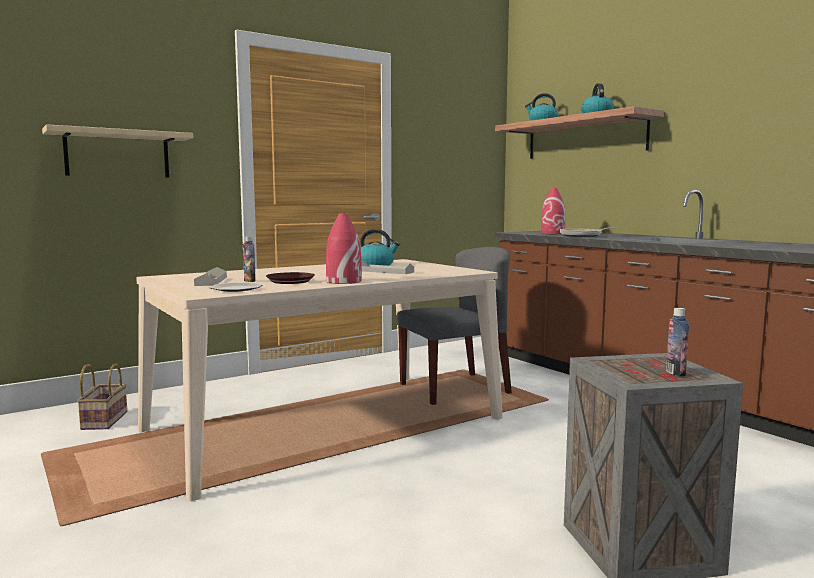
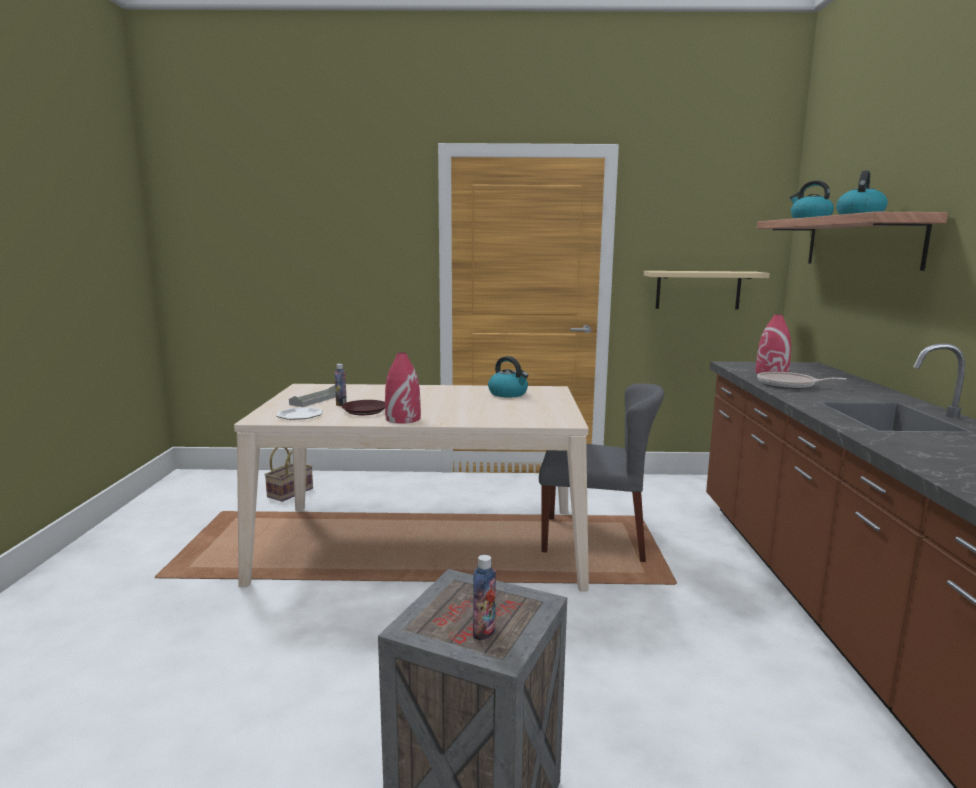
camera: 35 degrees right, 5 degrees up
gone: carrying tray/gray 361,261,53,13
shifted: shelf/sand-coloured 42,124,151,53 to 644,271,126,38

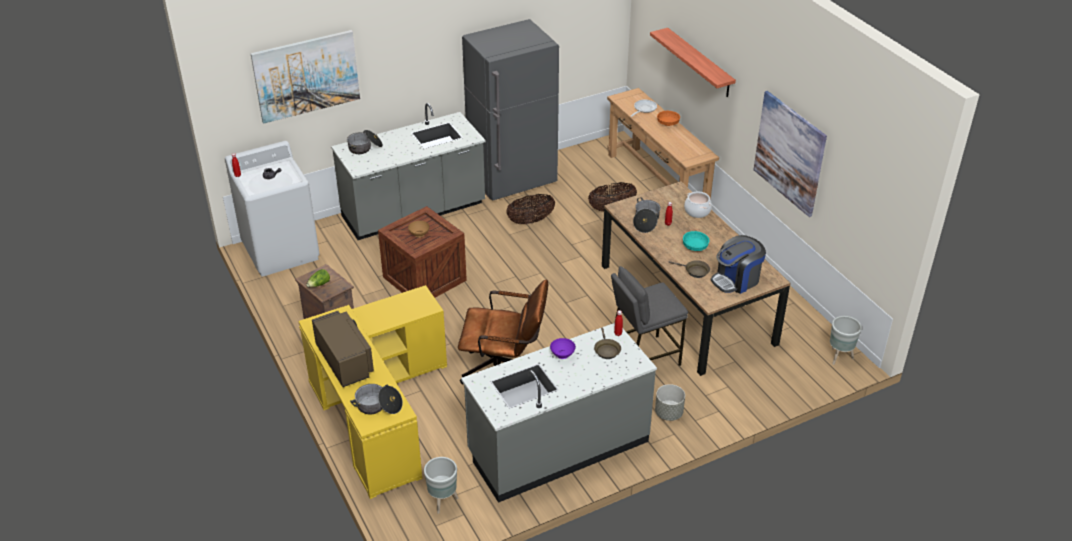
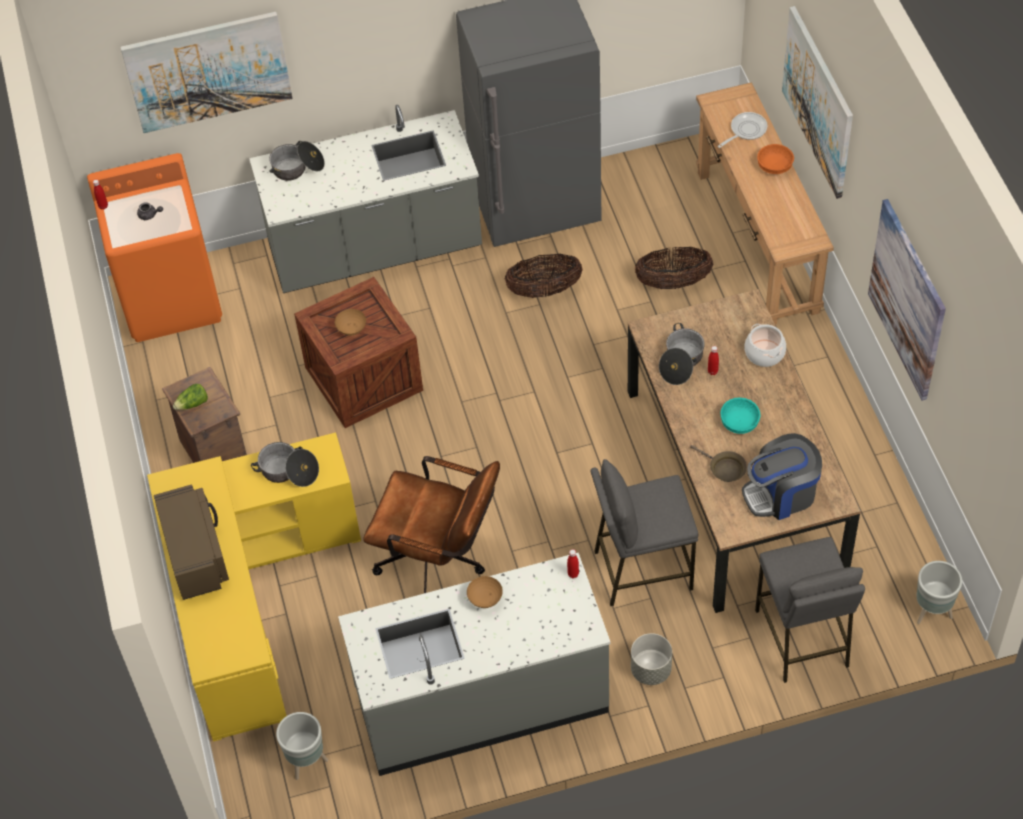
camera: 15 degrees right, 15 degrees up
gone: pan/brownish 594,328,27,31
new: stool/gray 755,537,110,146
shifted: saucepot 350,384,53,30 to 251,442,68,45
swapped: shelf 650,28,86,69 to wall picture 782,6,71,193
repainted: laundry appliance/white 225,141,95,136 to laundry appliance/orangey 87,153,135,189; deep dish/purple 550,338,26,21 to deep dish/brownish 467,576,36,32

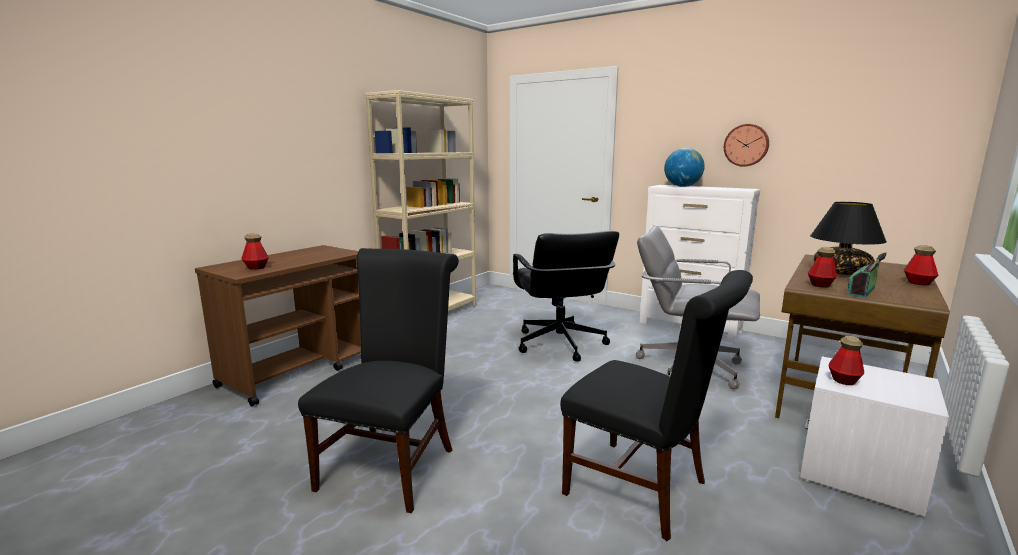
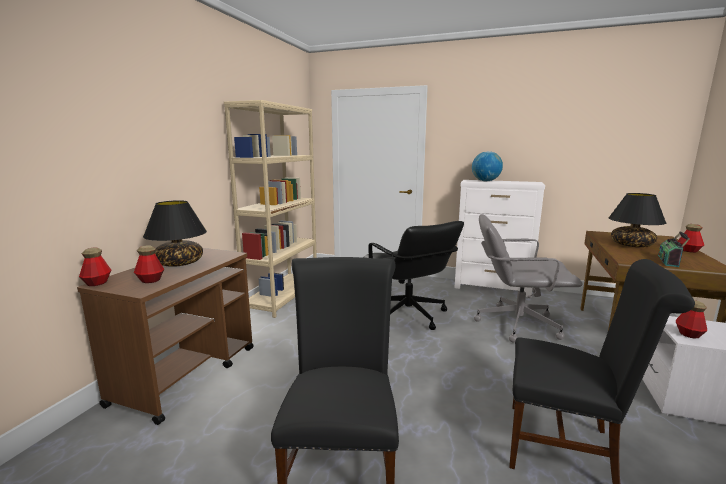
camera: 15 degrees left, 0 degrees up
gone: clock on the wall 724,124,45,43
new: lamp for a table/blackish 143,200,64,67
shifted: beverage bottle 808,247,29,41 to 79,247,32,39

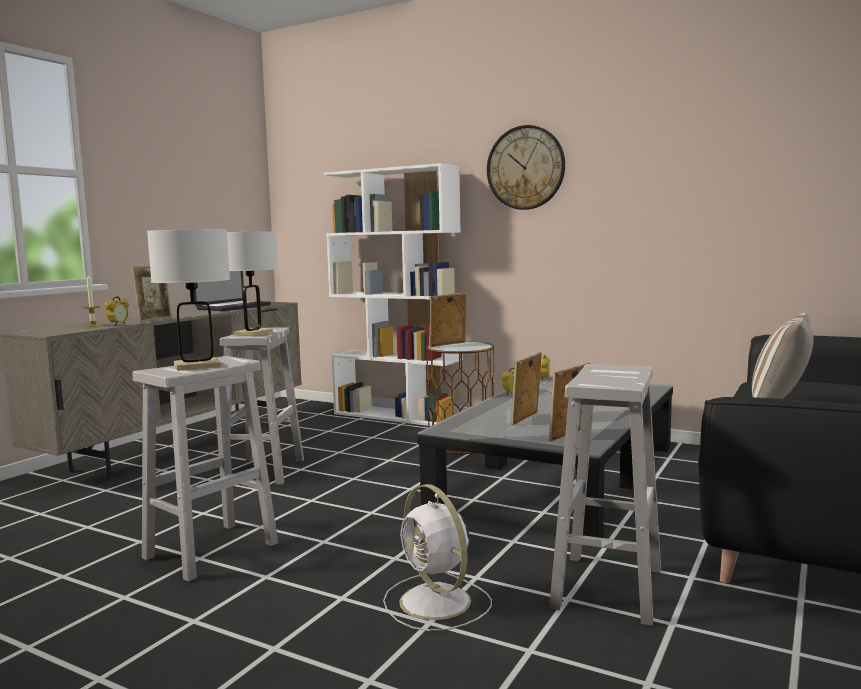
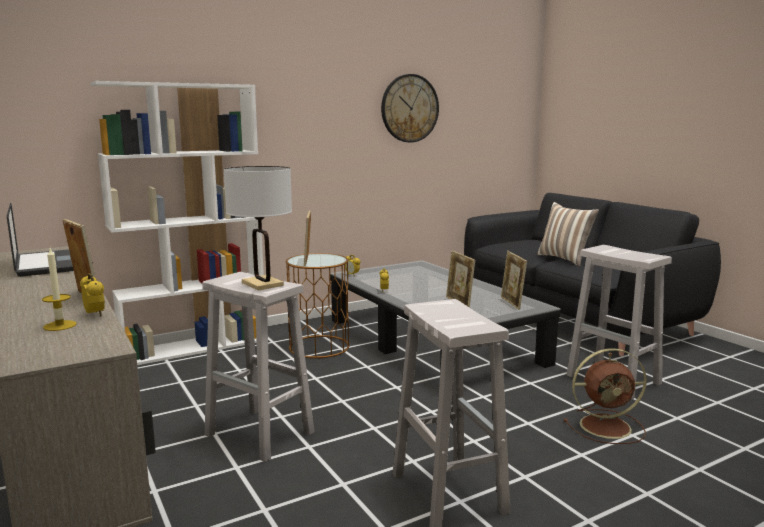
camera: 60 degrees left, 5 degrees up
gone: lamp for a table/white 147,229,83,142
shifted: clock on the wall 487,125,78,85 to 381,74,58,69
repainted: cooling fan/white 383,484,109,147 to cooling fan/brownish 564,348,83,96

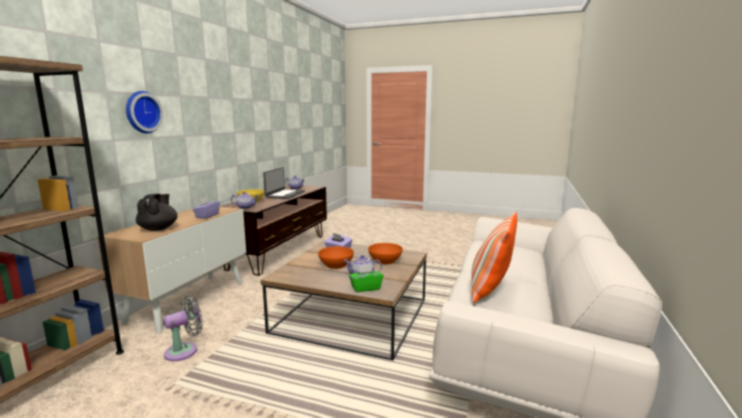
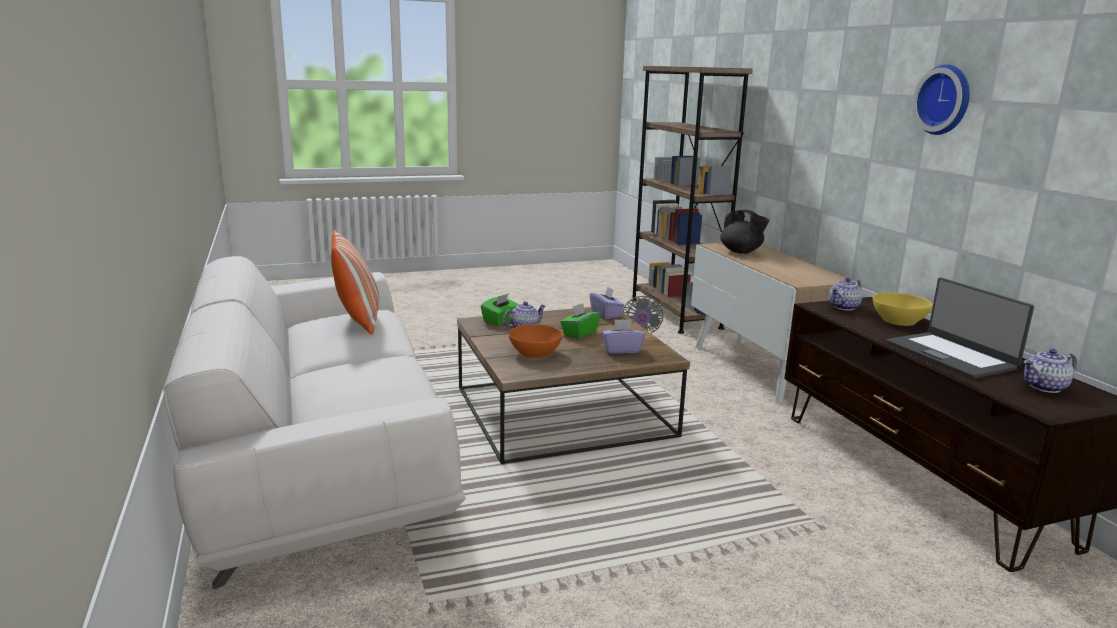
camera: 140 degrees right, 5 degrees up
shifted: clock on the wall 126,91,37,42 to 912,64,58,71; box of tissues/purple 193,197,27,22 to 590,287,34,32
swapped: deep dish/orangey 318,246,36,23 to box of tissues/green-coloured 561,303,40,36

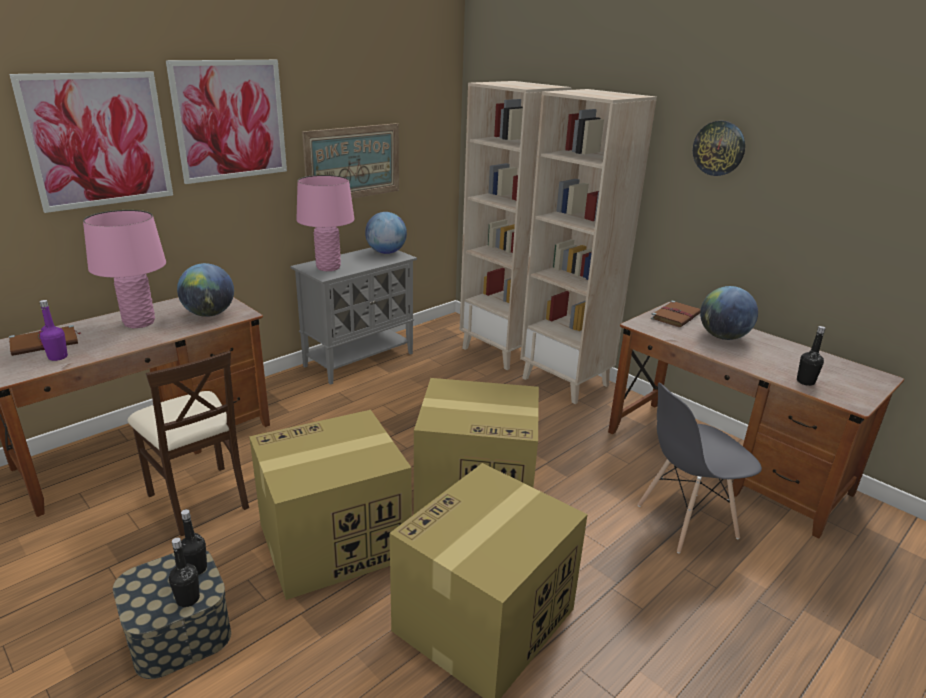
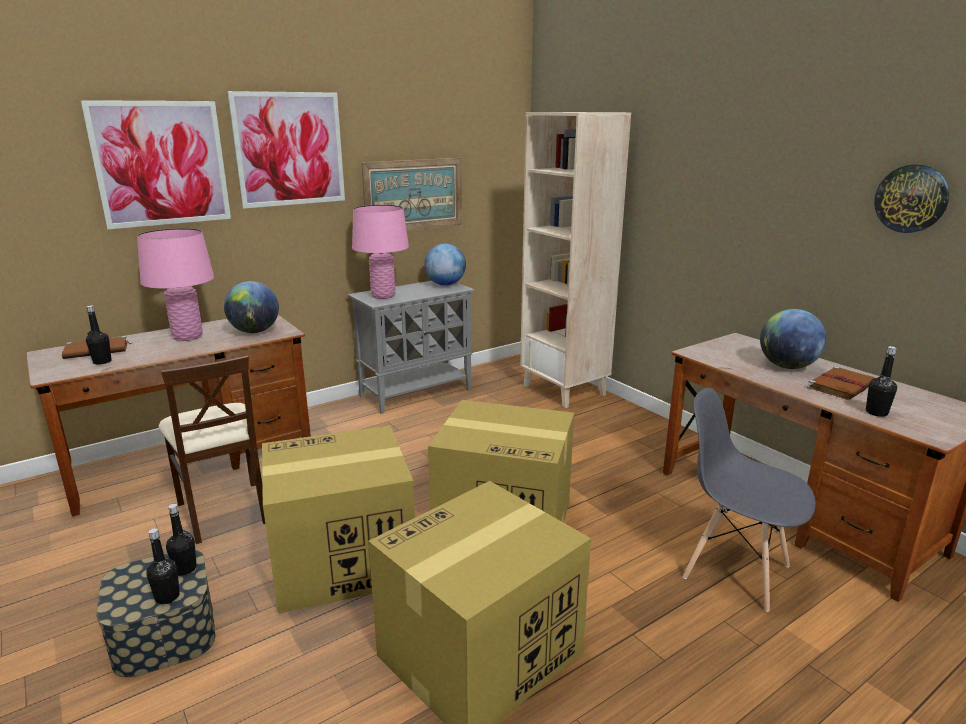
camera: 10 degrees right, 5 degrees down
gone: bookcase/sand-coloured 520,89,137,315
shifted: clock on the wall 693,121,52,55 to 874,164,75,69; bound book/brownish 651,301,50,26 to 807,366,68,34
repainted: beverage bottle/purple 39,300,29,61 to beverage bottle/blackish 86,305,26,60
rotated: plain chair/gray 637,382,125,171 = 683,388,133,224 45 degrees clockwise

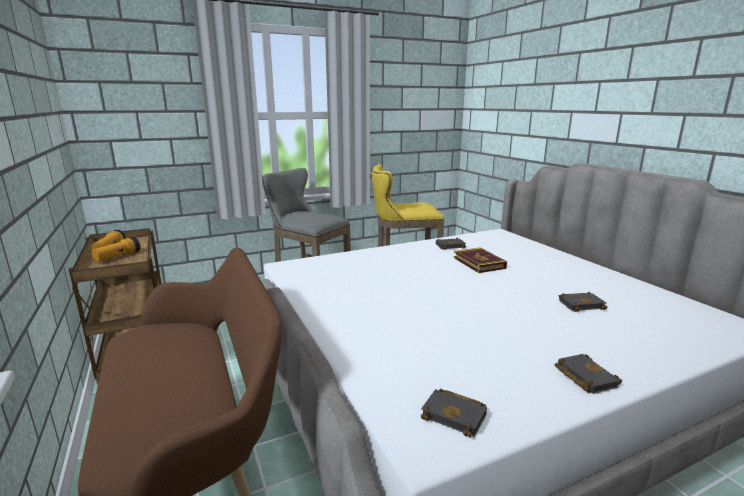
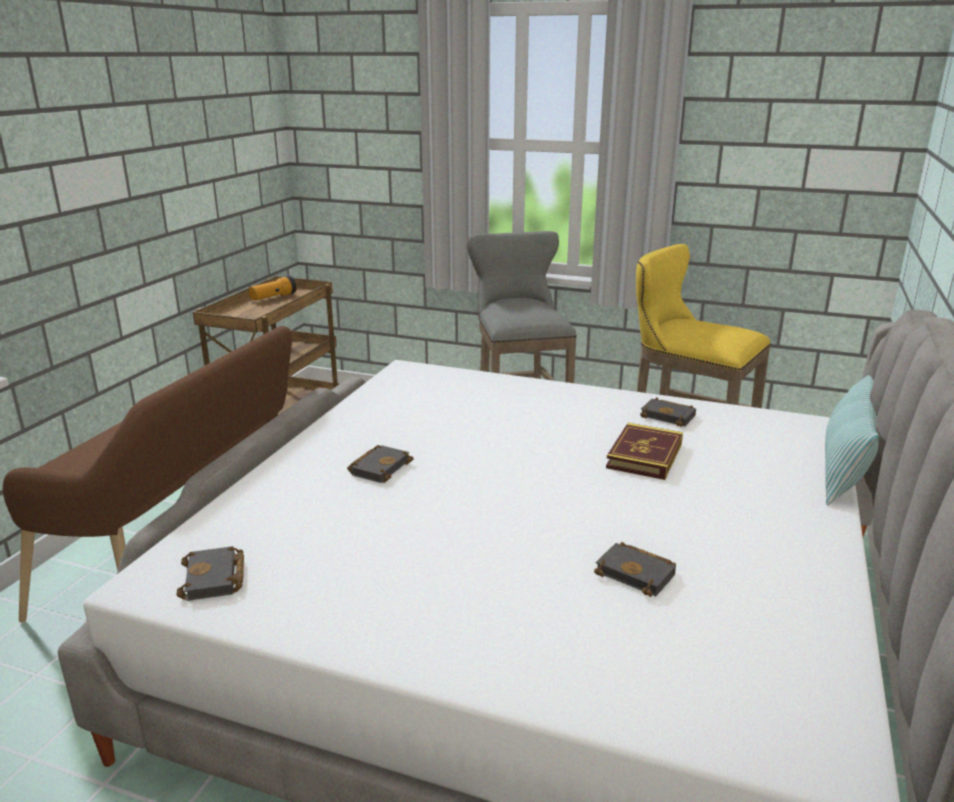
camera: 45 degrees right, 5 degrees up
gone: hand torch 92,237,48,25
new: throw pillow 825,375,54,130
shifted: bound book/blackish 554,354,68,40 to 347,445,67,38

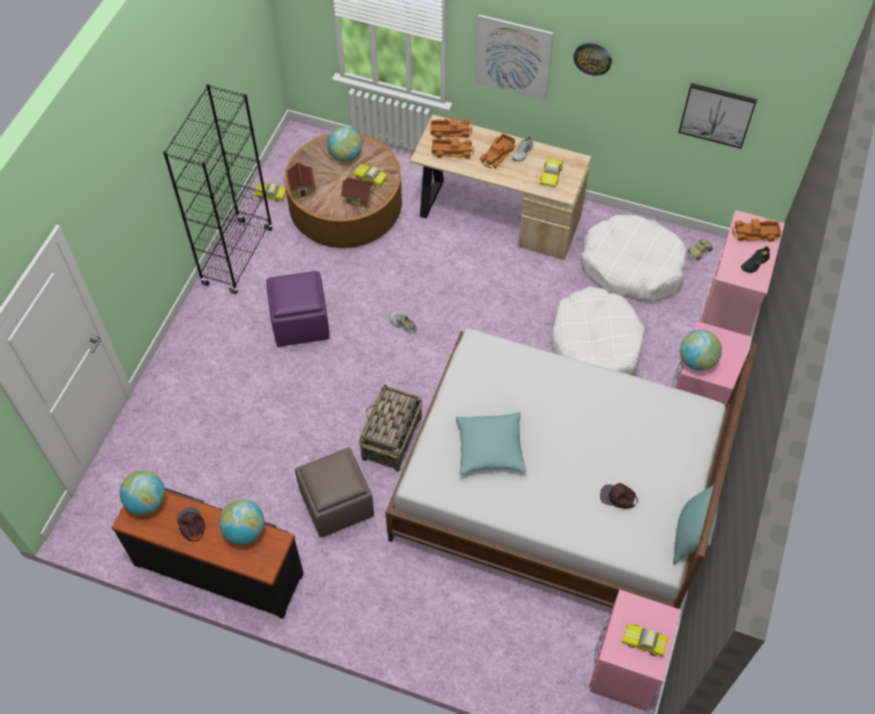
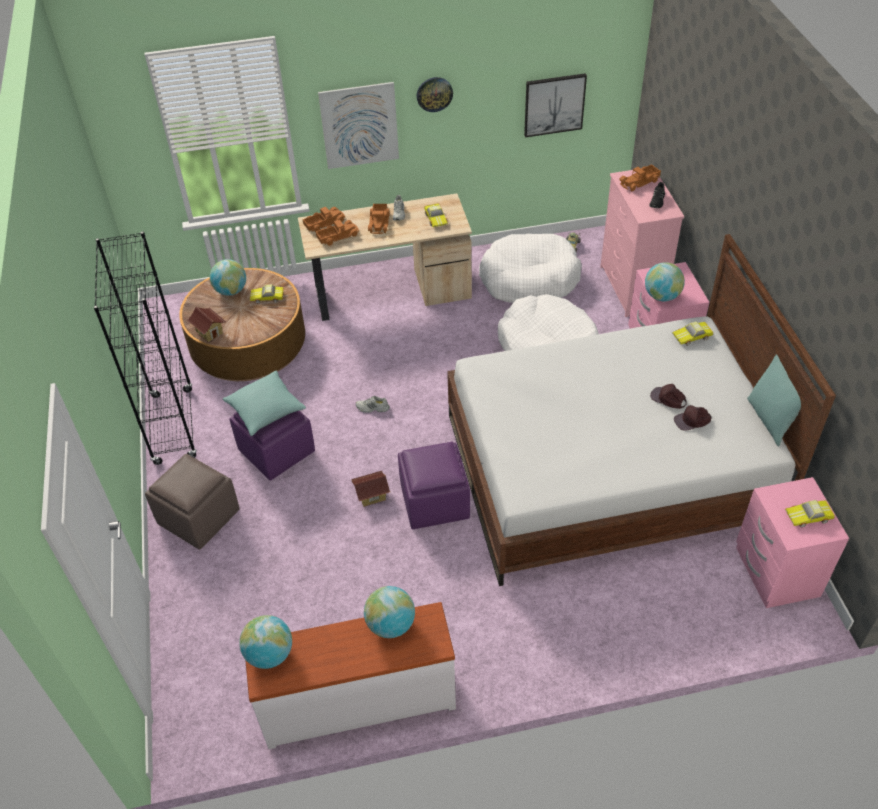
camera: 30 degrees left, 10 degrees down
shifted: miniature house 341,177,33,30 to 351,471,39,36; model car 254,183,32,19 to 672,321,41,24; throw pillow/turquoise 456,412,70,63 to 223,370,83,66; pouffe/brownish 295,447,79,91 to 145,454,95,96; cap/brownish 177,507,28,35 to 650,384,37,25
swapped: storage basket 359,384,64,88 to pouffe/purple 398,442,72,87
repainted: dresser/blackish 111,488,193,131 to dresser/white 245,602,211,147

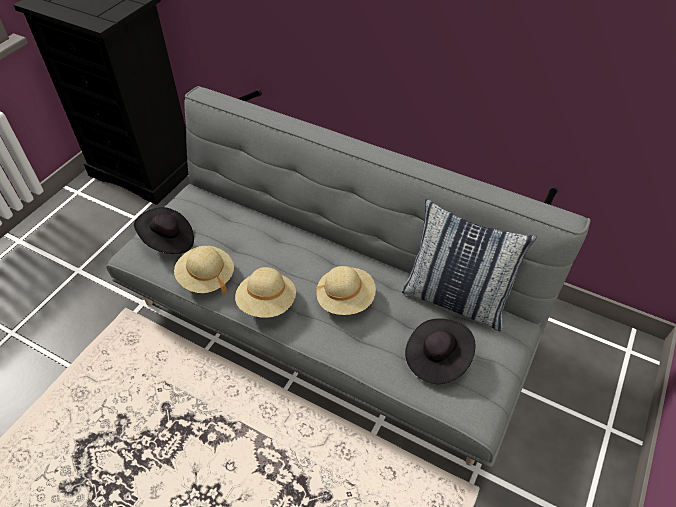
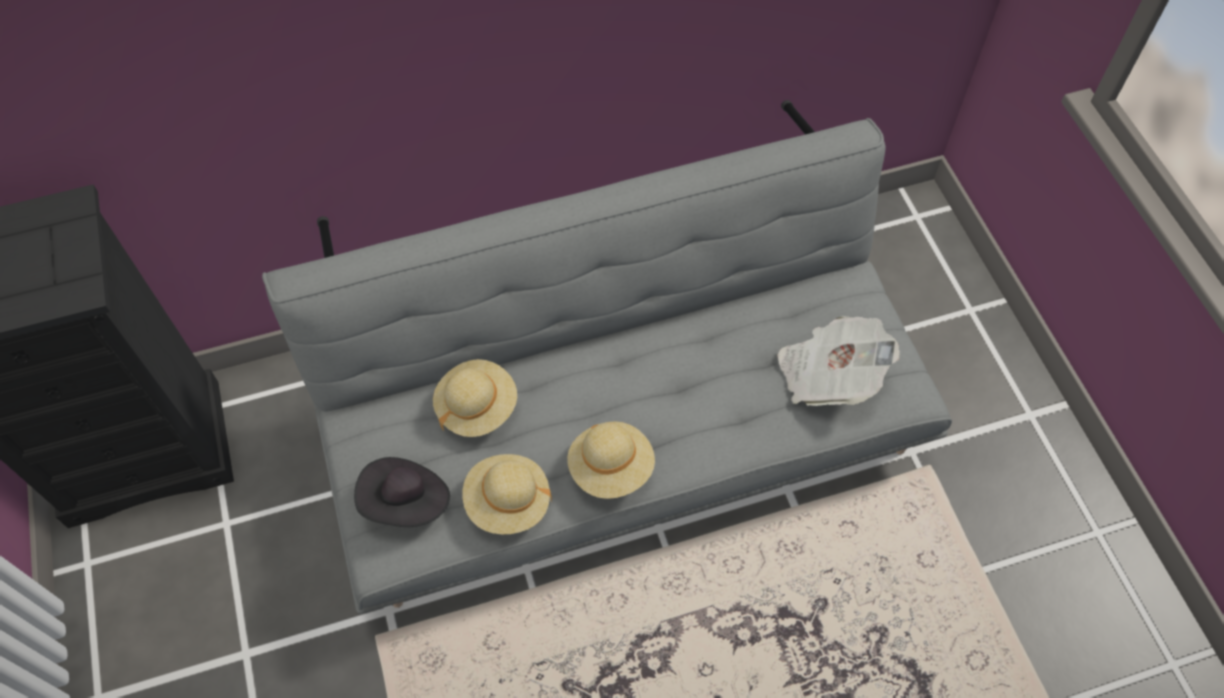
camera: 45 degrees left, 10 degrees up
gone: throw pillow 402,199,135,132
shifted: clothing hat/sand-coloured 316,266,60,49 to 433,359,84,78
swapped: clothing hat/blackish 405,318,70,66 to newspaper 777,316,123,90

